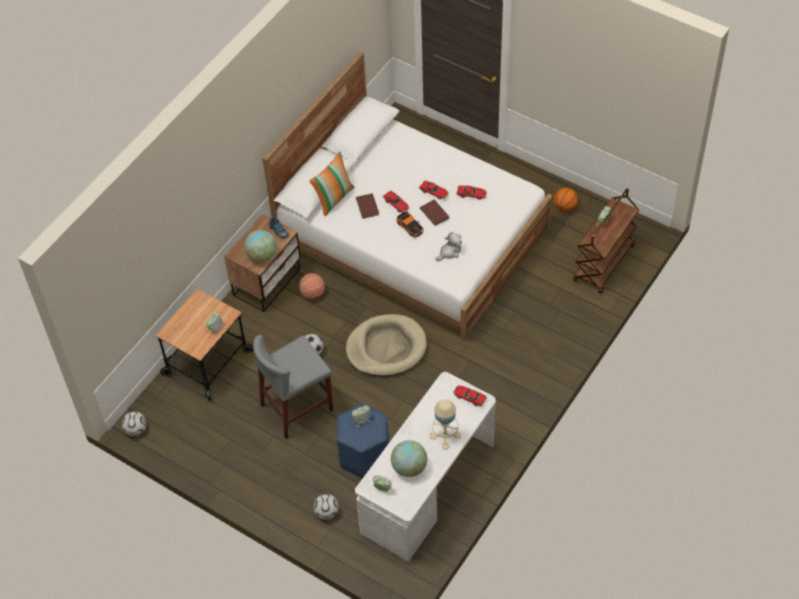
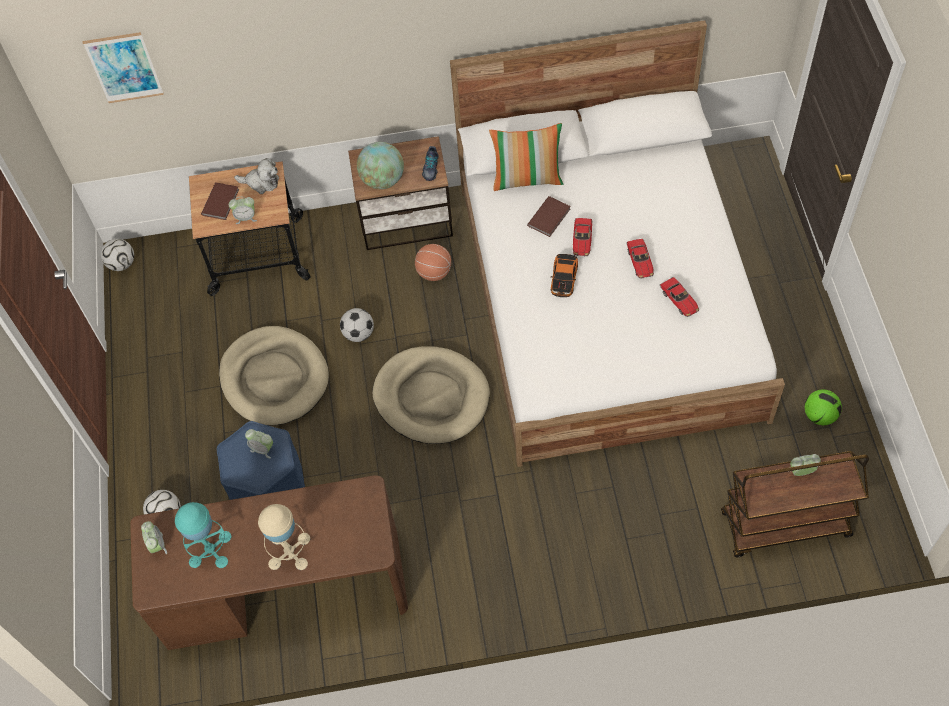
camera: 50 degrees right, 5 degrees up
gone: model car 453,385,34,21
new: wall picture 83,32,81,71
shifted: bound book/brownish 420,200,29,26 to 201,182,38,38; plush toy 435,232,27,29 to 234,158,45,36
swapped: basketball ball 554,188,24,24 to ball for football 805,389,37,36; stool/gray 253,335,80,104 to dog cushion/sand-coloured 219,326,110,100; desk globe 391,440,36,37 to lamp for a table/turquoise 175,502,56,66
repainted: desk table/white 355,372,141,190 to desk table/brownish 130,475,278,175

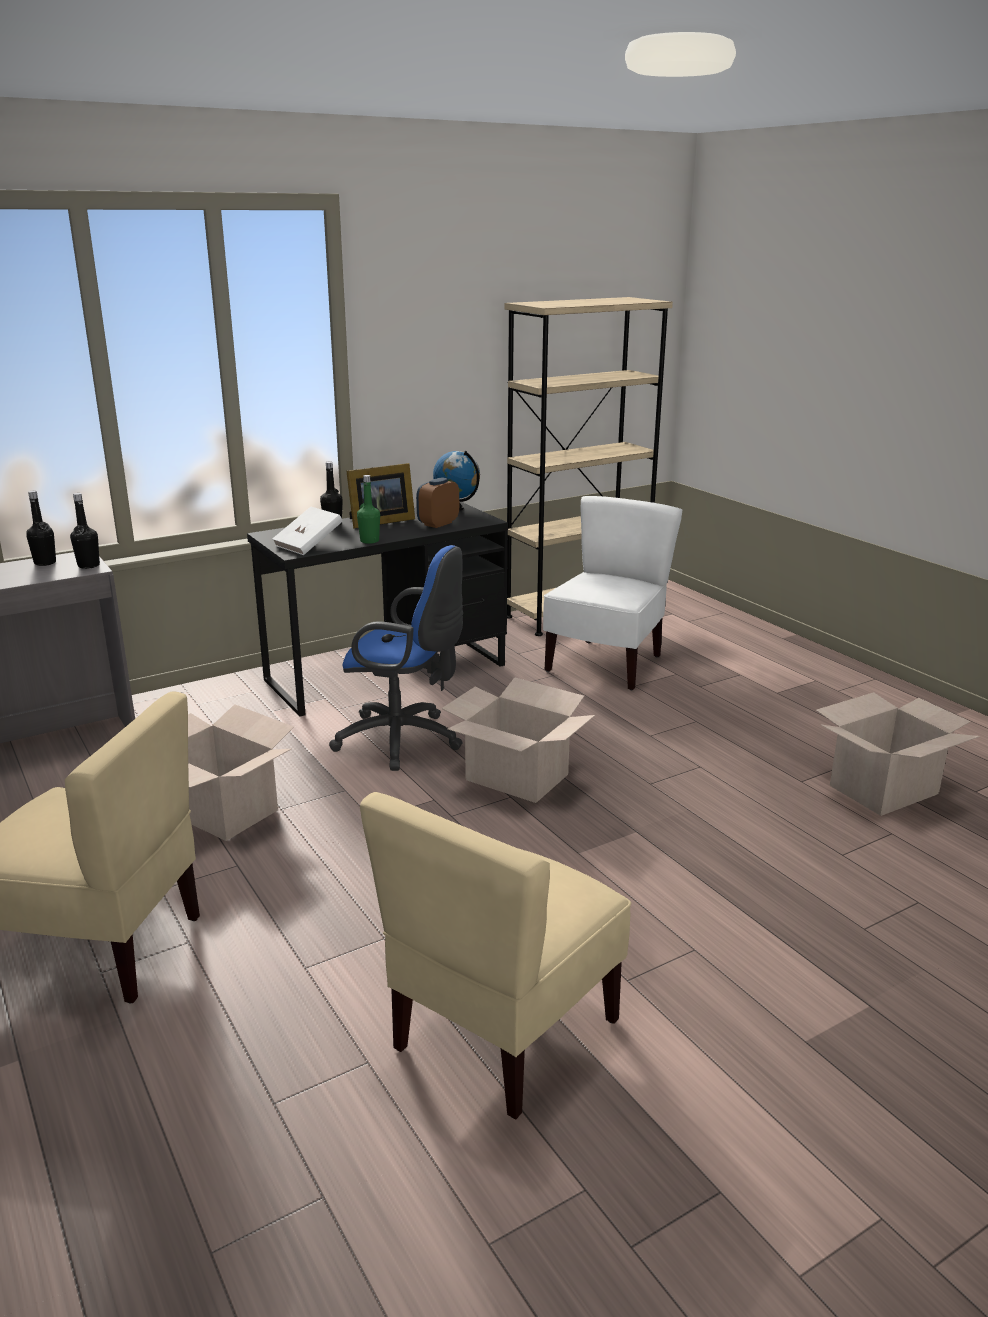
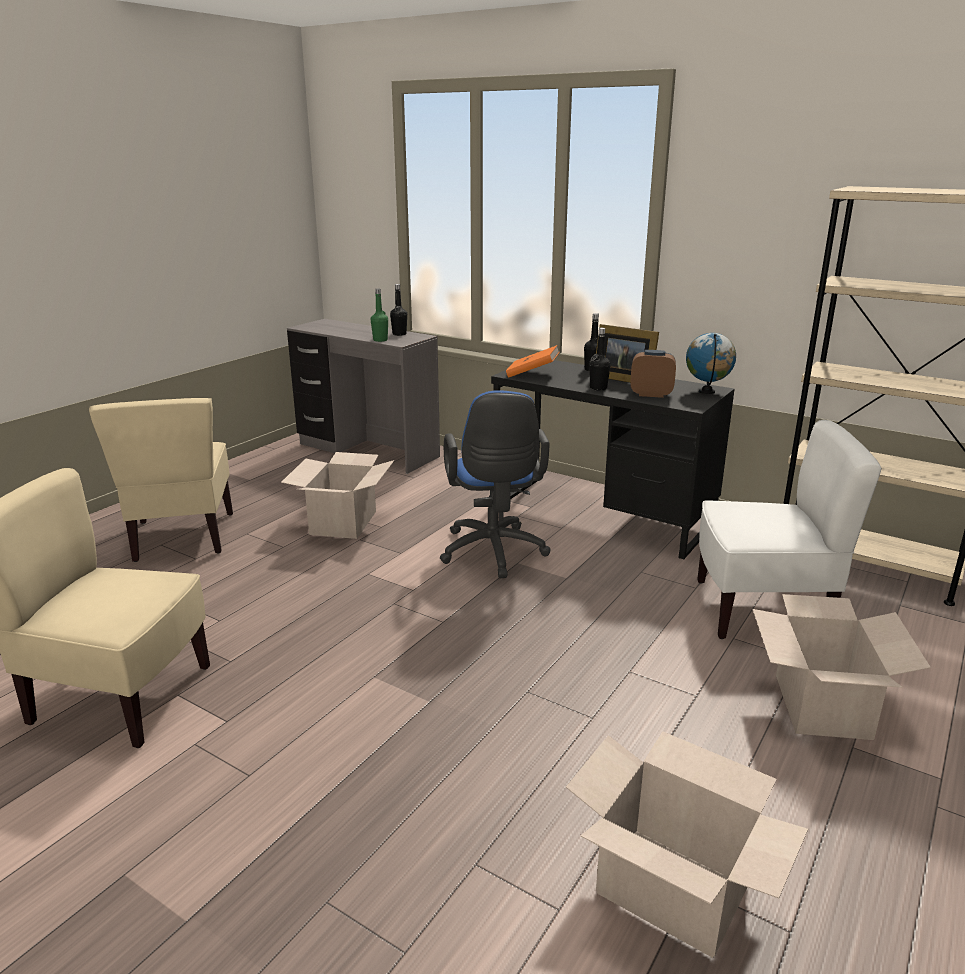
camera: 65 degrees right, 0 degrees up
shifted: beverage bottle/green-coloured 357,475,23,69 to 371,289,17,53; beverage bottle/blackish 70,493,30,76 to 589,328,22,63; cardboard box 442,677,153,126 to 752,594,179,146
repainted: bound book/white 272,507,70,48 to bound book/orangey 506,345,54,32

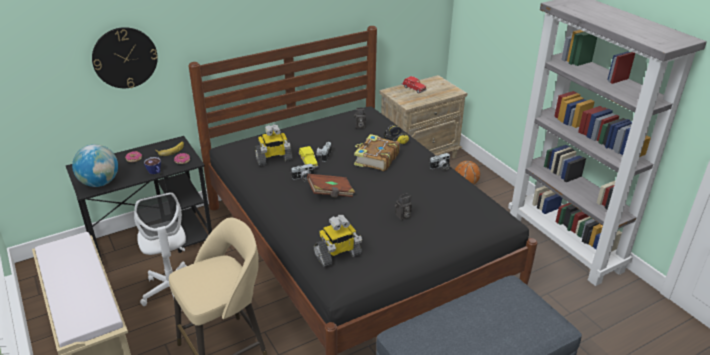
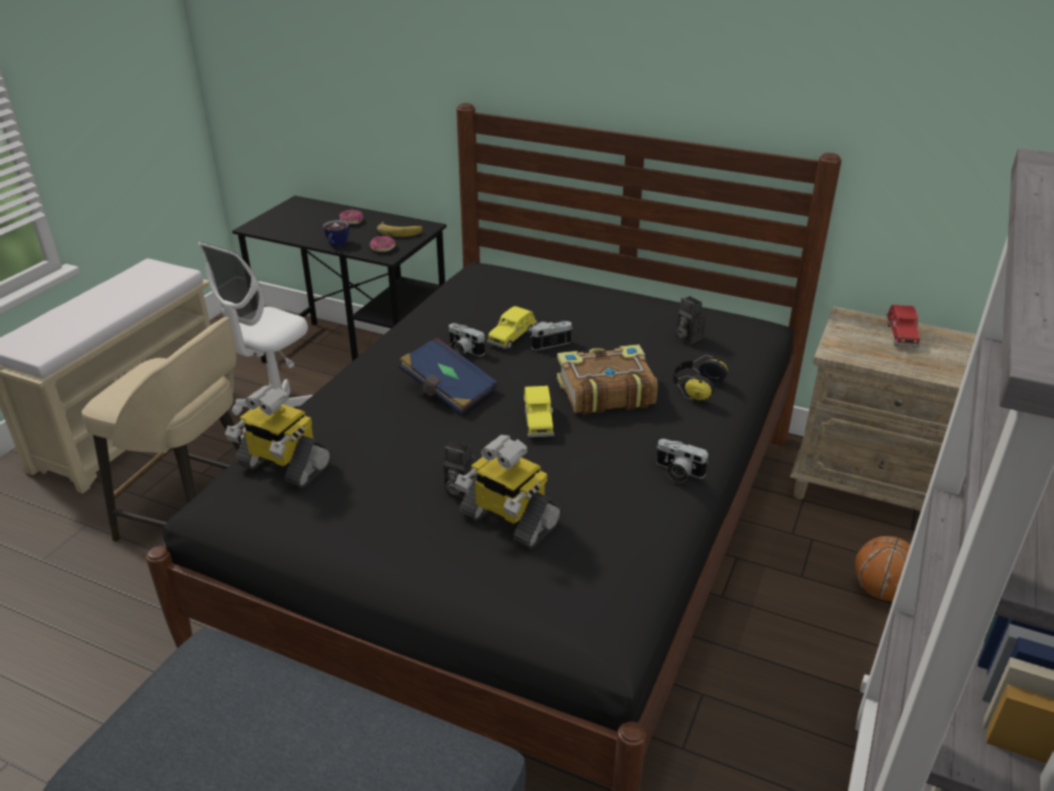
camera: 55 degrees right, 0 degrees up
gone: clock on the wall 92,27,66,61; desk globe 72,144,46,43
new: model car/yellowish 524,386,30,51
shifted: toy robot 255,124,38,42 to 455,435,107,114
repainted: bound book/brownish 307,174,48,23 to bound book/blue 399,337,99,78

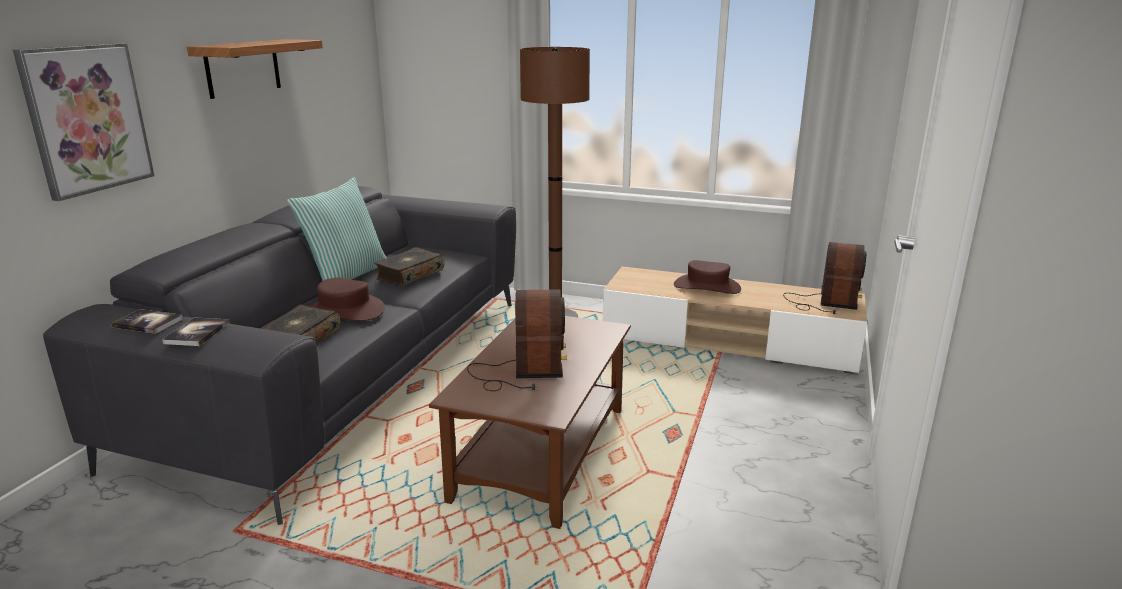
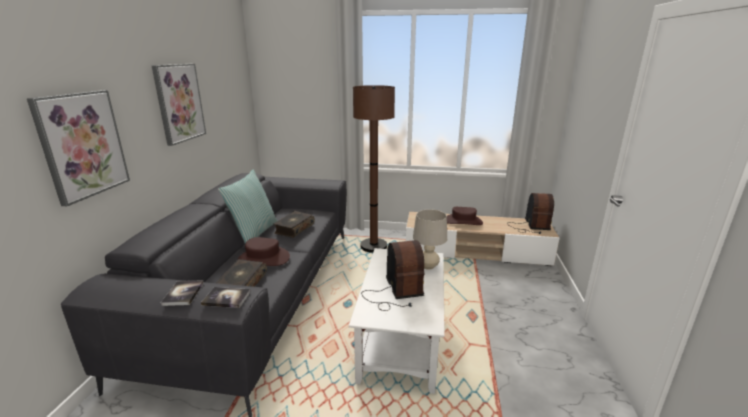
camera: 10 degrees left, 0 degrees up
new: lamp for a table/sand-coloured 413,209,34,61
shifted: bound book 111,309,72,25 to 201,287,50,21
swapped: shelf 187,39,136,60 to wall picture 151,64,55,82
repainted: low table/brownish 429,316,202,213 to low table/white 349,248,96,146

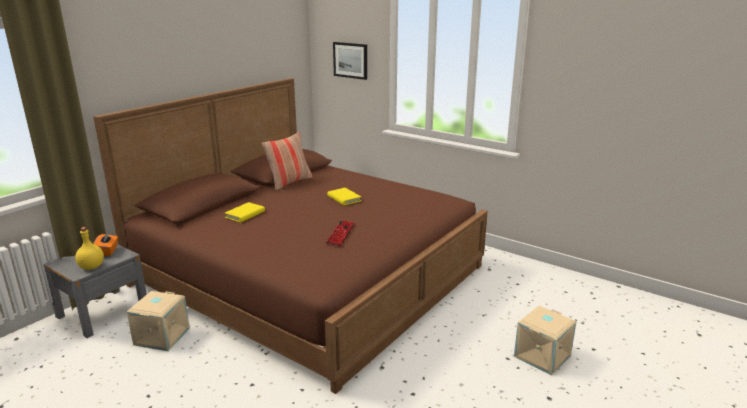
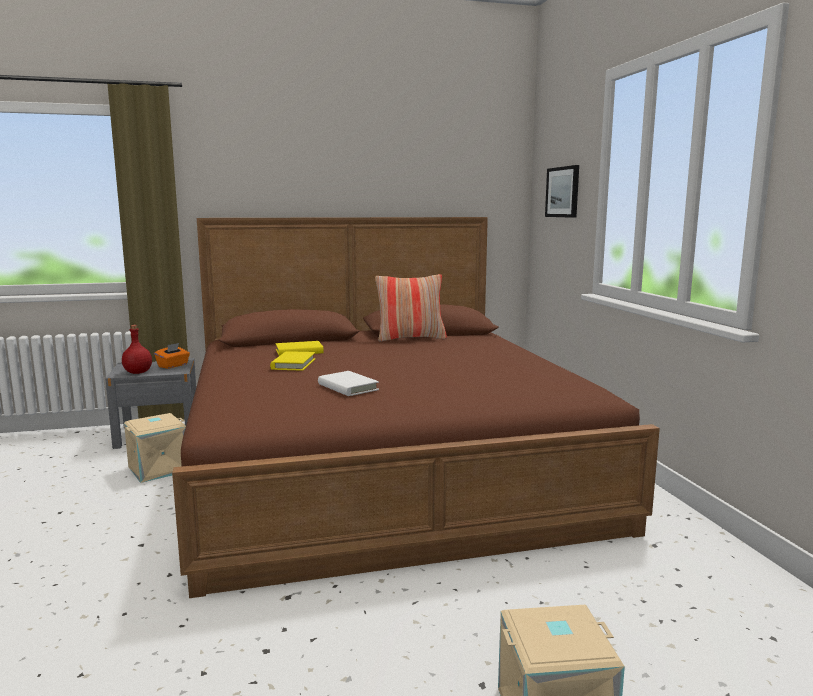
camera: 40 degrees right, 10 degrees down
shifted: bound book/yellowish 327,188,34,17 to 270,351,45,20
swapped: computer keyboard 326,221,29,26 to bound book/white 318,371,61,25
repainted: beverage bottle/yellowish 75,227,29,43 to beverage bottle/red 122,325,30,49

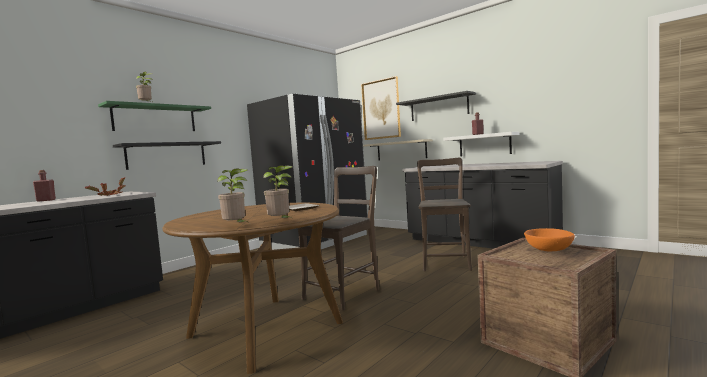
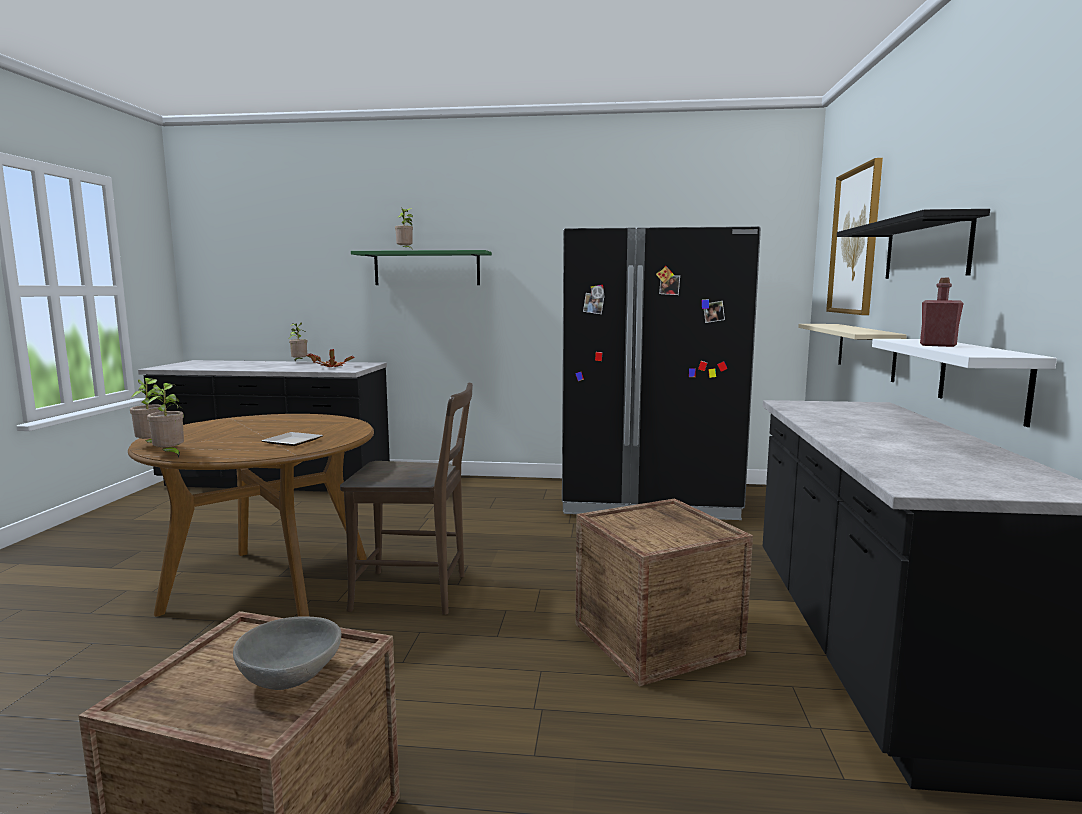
camera: 55 degrees right, 5 degrees up
gone: shelf/blackish 113,141,108,29
swapped: plain chair/brownish 417,158,55,113 to packing crate 575,498,178,189; beverage bottle/red 33,170,23,32 to houseplant 289,323,18,39
repainted: deep dish/orangey 524,228,51,24 to deep dish/gray 233,617,108,73

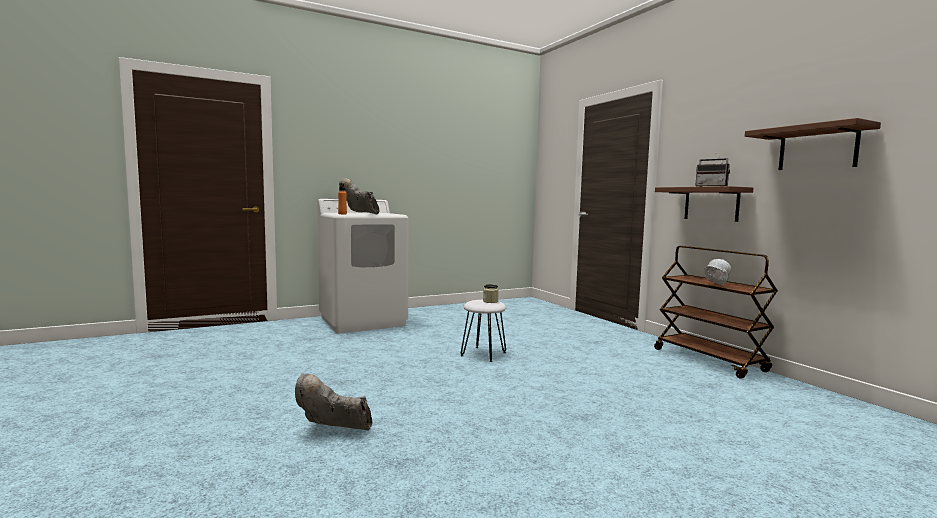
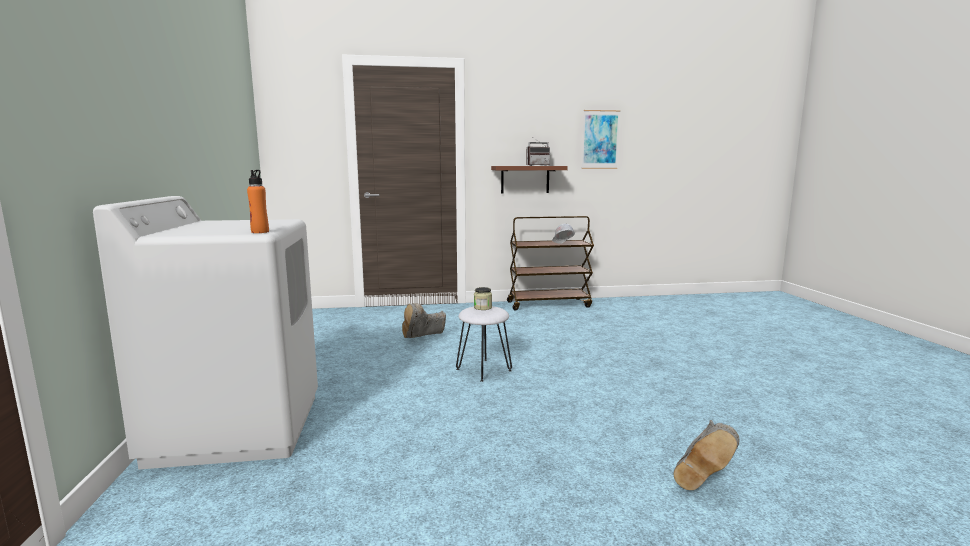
camera: 70 degrees left, 5 degrees up
shifted: boot/gray 339,178,40,36 to 402,303,44,35
swapped: shelf/brownish 745,118,136,52 to wall picture 581,110,39,59

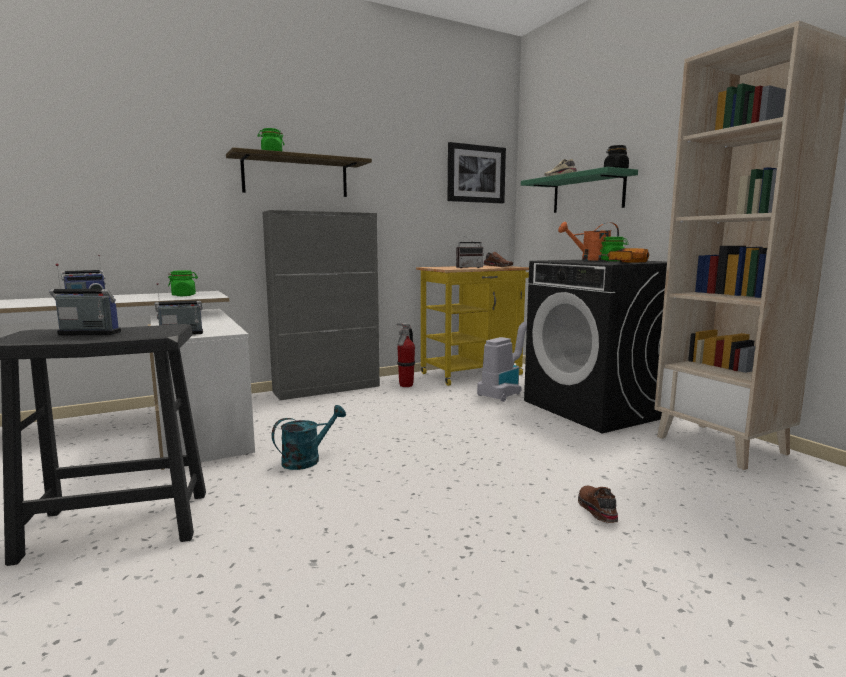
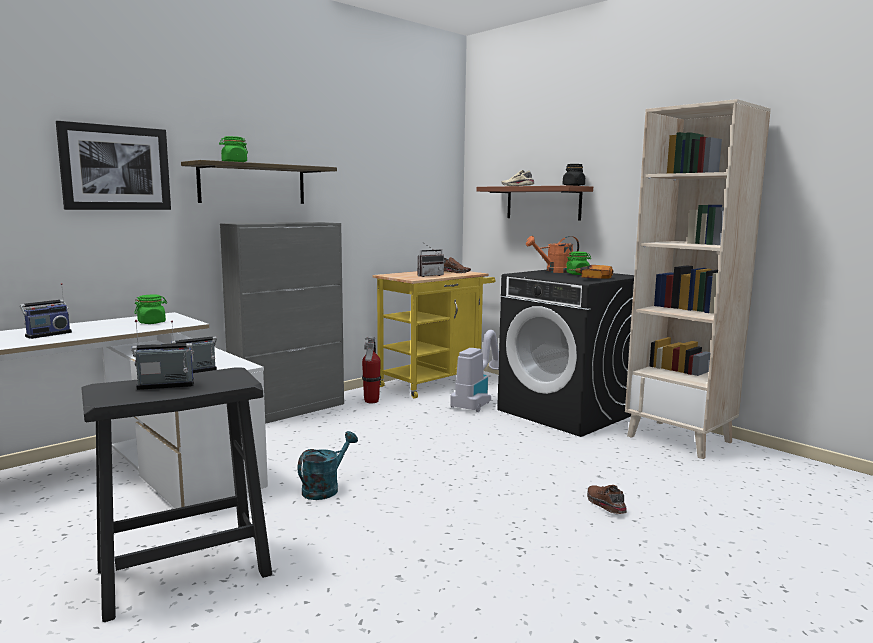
camera: 15 degrees left, 0 degrees up
shifted: wall picture 448,142,58,62 to 56,121,115,89
repainted: shelf/green-coloured 521,167,117,46 to shelf/brownish 476,185,117,36

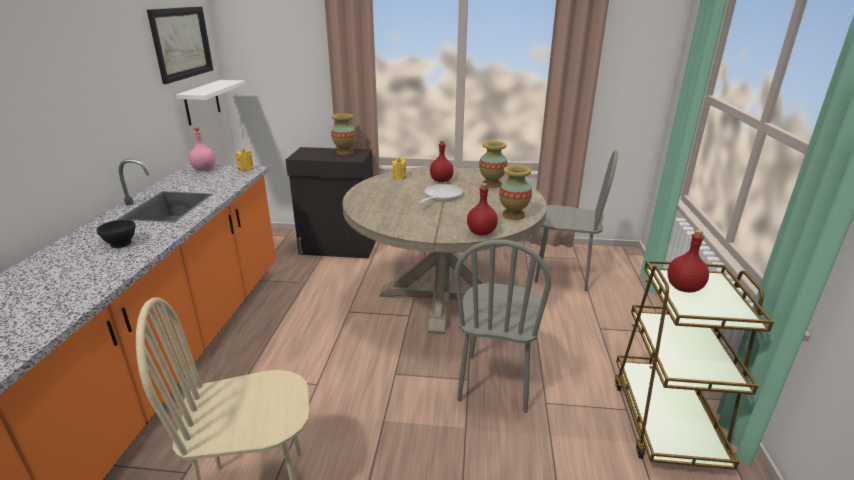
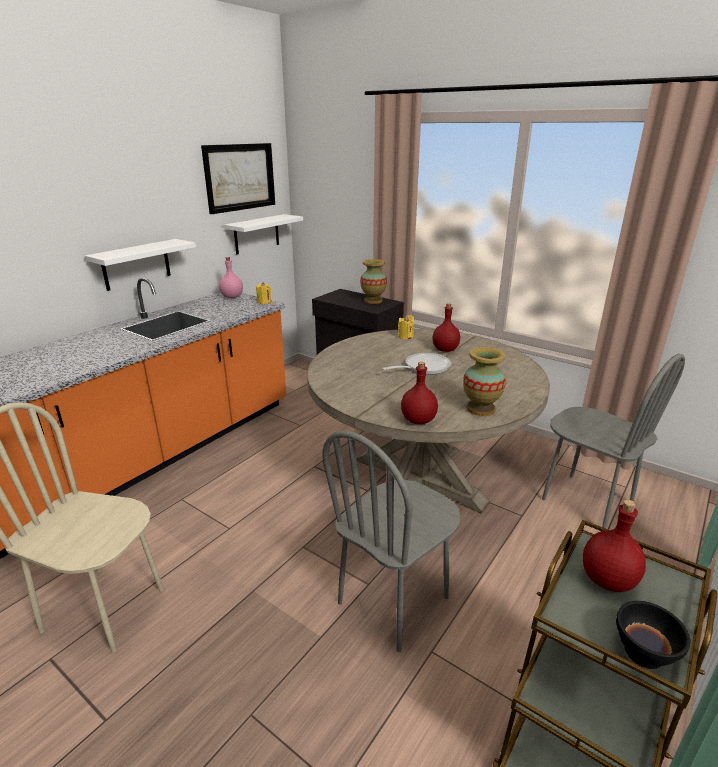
camera: 30 degrees right, 0 degrees up
gone: decorative vase 479,141,28,47
new: shelf/white 85,239,111,52
shifted: deep dish/blackish 97,219,39,29 to 616,601,75,68

